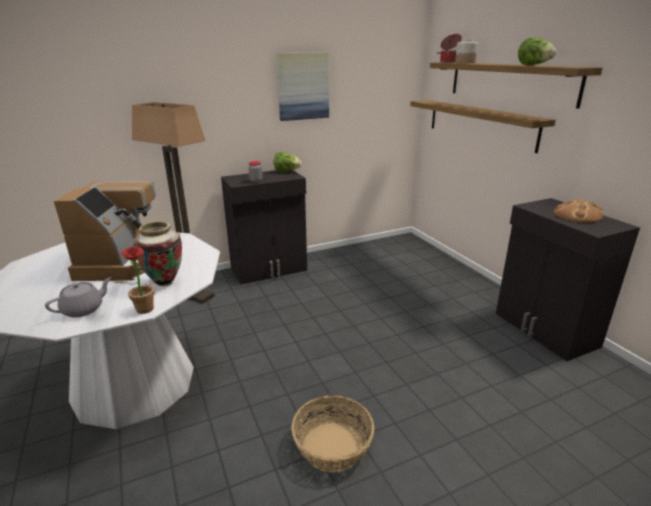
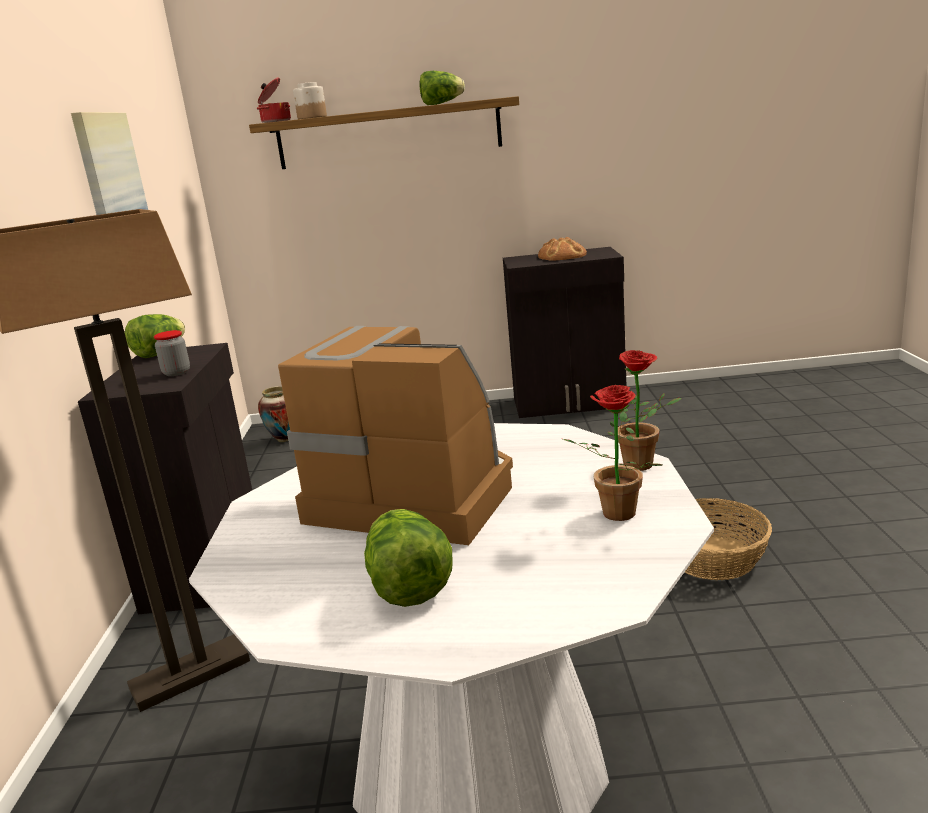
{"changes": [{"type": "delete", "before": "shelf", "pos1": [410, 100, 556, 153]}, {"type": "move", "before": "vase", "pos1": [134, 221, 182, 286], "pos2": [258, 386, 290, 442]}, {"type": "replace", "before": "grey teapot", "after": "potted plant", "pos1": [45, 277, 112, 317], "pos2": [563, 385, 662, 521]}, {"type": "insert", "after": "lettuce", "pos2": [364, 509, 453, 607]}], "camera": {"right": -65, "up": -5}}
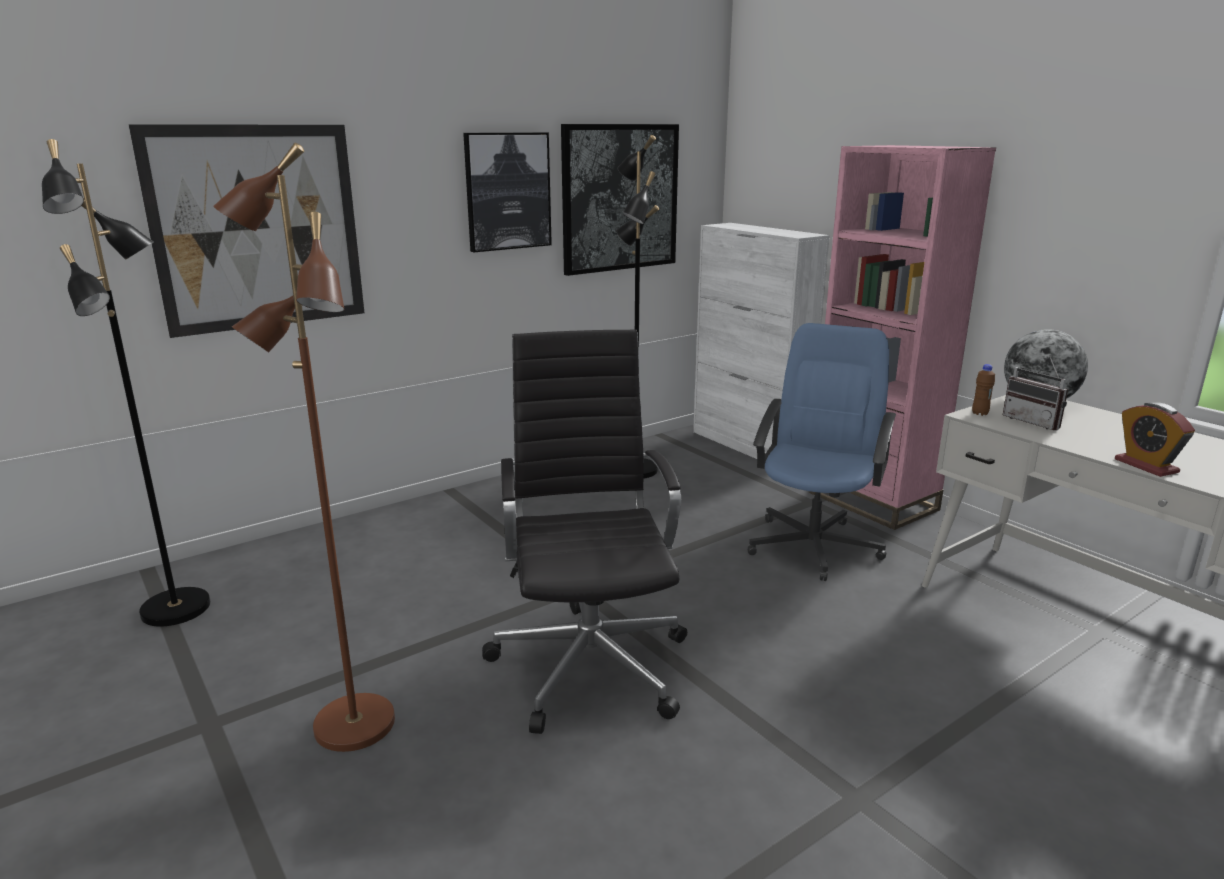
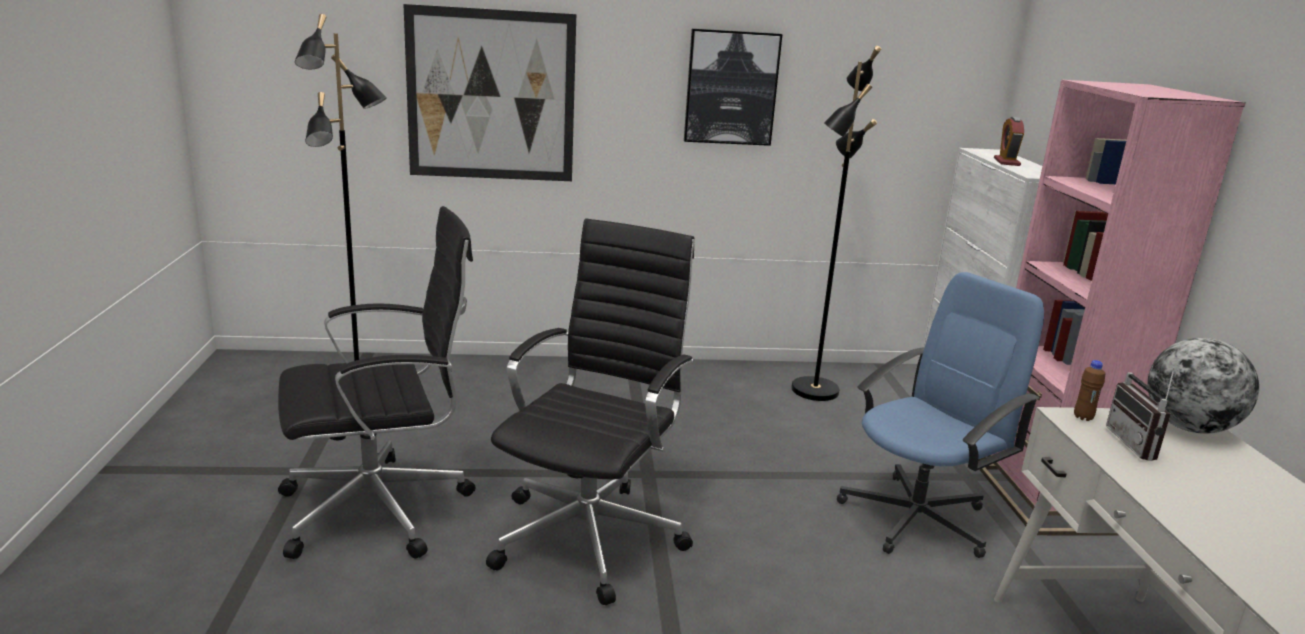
{"changes": [{"type": "delete", "before": "picture", "pos1": [561, 124, 679, 276]}, {"type": "replace", "before": "brown floor lamp", "after": "black office chair", "pos1": [213, 142, 395, 752], "pos2": [278, 206, 476, 559]}, {"type": "move", "before": "alarm clock", "pos1": [1115, 402, 1195, 477], "pos2": [994, 117, 1024, 166]}], "camera": {"right": 30, "up": 0}}
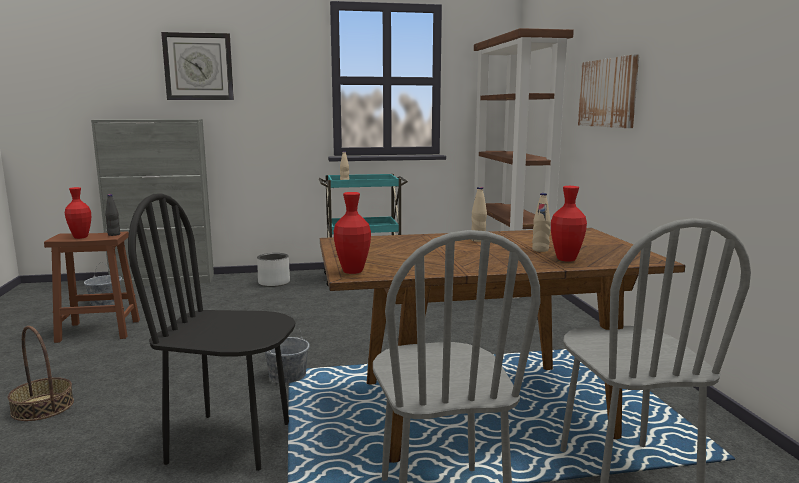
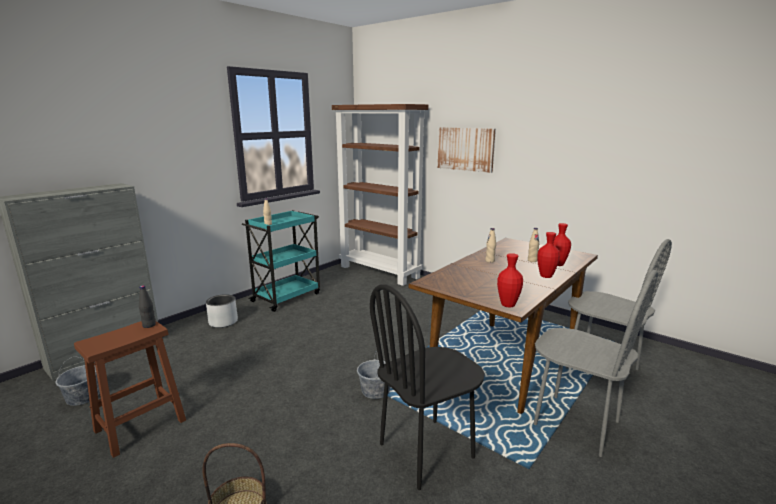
{"changes": [{"type": "delete", "before": "wall clock", "pos1": [161, 32, 234, 100]}, {"type": "move", "before": "red vase", "pos1": [65, 187, 91, 239], "pos2": [537, 232, 560, 278]}], "camera": {"right": -40, "up": 5}}
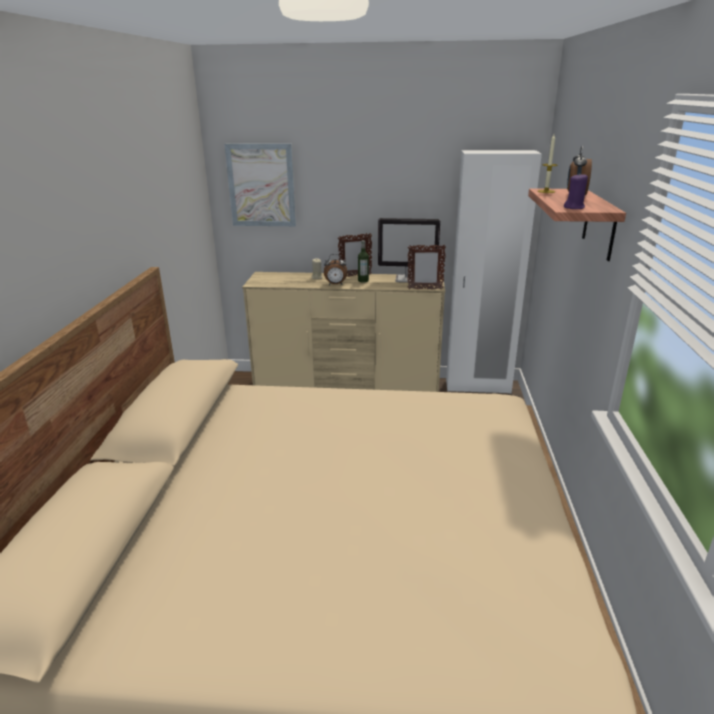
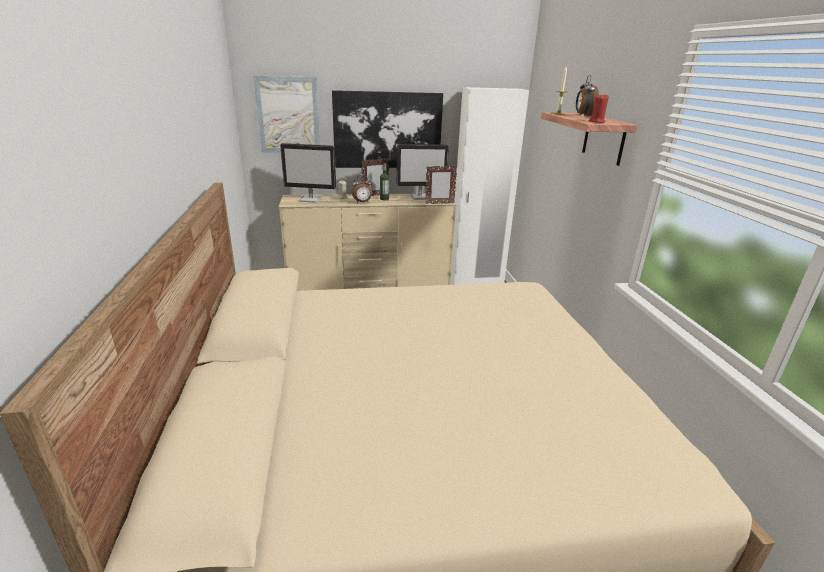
{"changes": [{"type": "recolor", "before": "purple candle", "after": "red candle", "pos1": [564, 173, 588, 209], "pos2": [589, 93, 609, 123]}, {"type": "insert", "after": "picture", "pos2": [332, 90, 443, 168]}, {"type": "insert", "after": "monitor", "pos2": [280, 143, 336, 203]}], "camera": {"right": -15, "up": 0}}
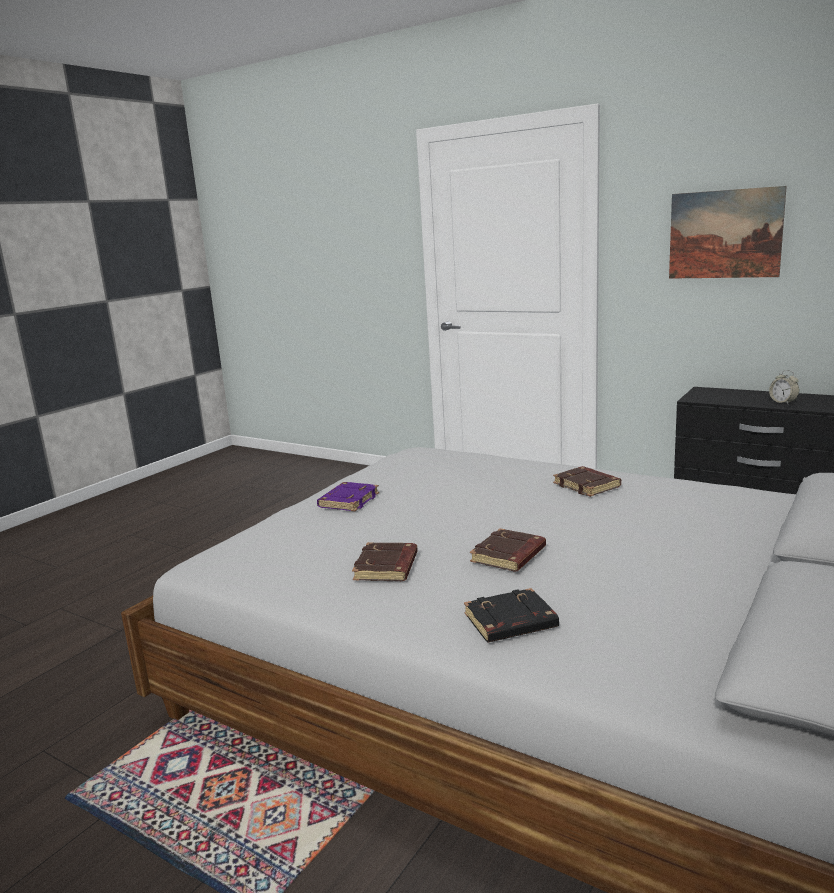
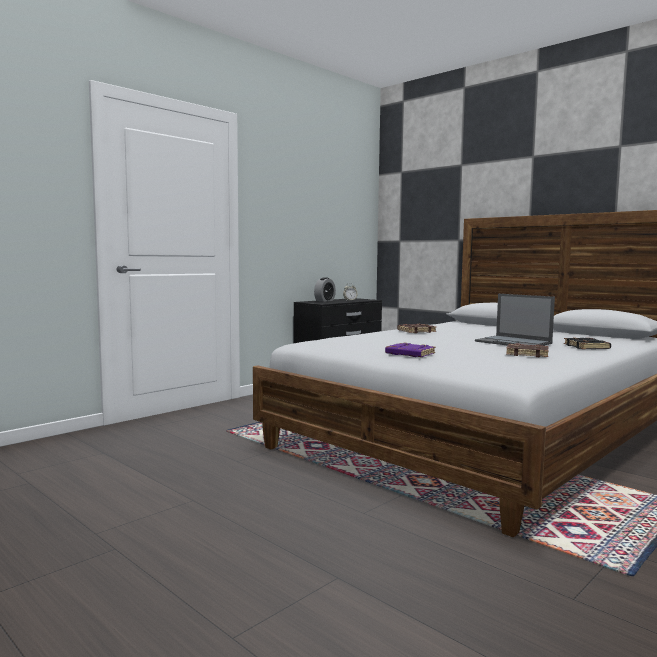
{"changes": [{"type": "delete", "before": "picture", "pos1": [669, 186, 787, 279]}, {"type": "replace", "before": "brown book", "after": "laptop", "pos1": [470, 528, 546, 571], "pos2": [475, 294, 555, 346]}, {"type": "insert", "after": "alarm clock", "pos2": [314, 277, 336, 302]}], "camera": {"right": -80, "up": -10}}
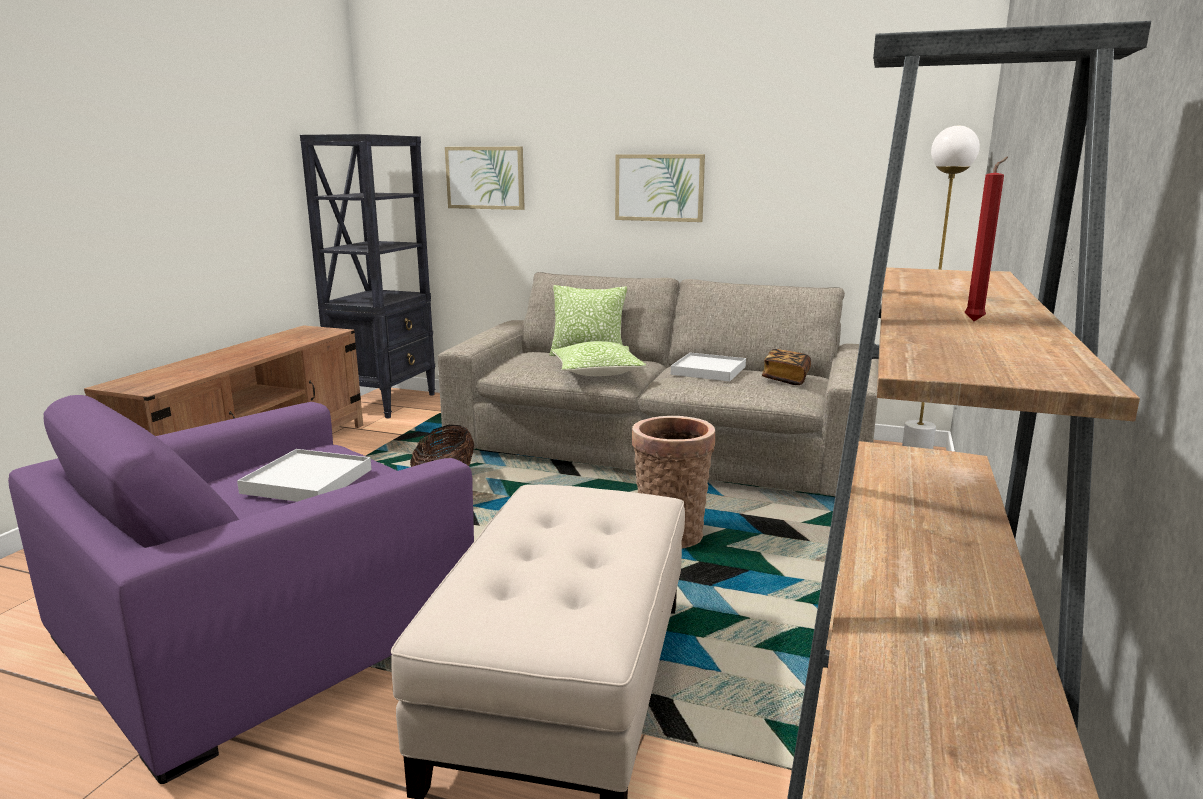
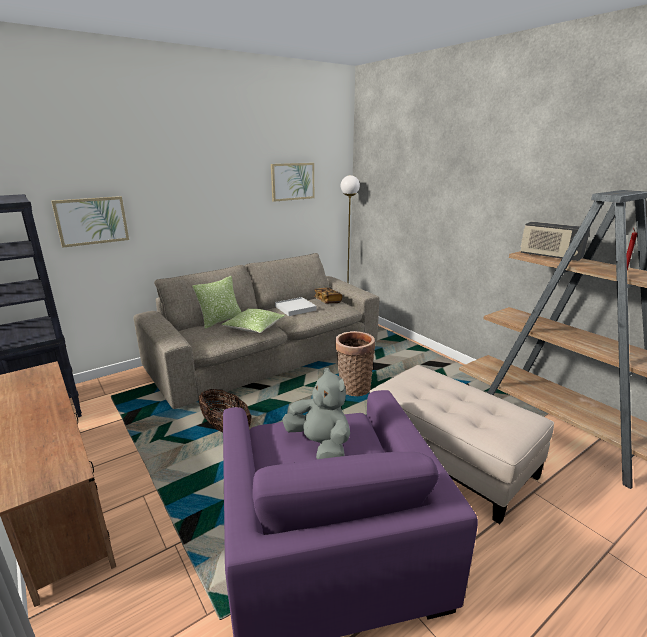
{"changes": [{"type": "move", "before": "picture", "pos1": [615, 154, 705, 222], "pos2": [271, 163, 314, 202]}, {"type": "replace", "before": "white tray", "after": "grey plush toy", "pos1": [237, 449, 372, 502], "pos2": [282, 368, 350, 459]}, {"type": "insert", "after": "radio", "pos2": [521, 221, 590, 261]}], "camera": {"right": -55, "up": 5}}
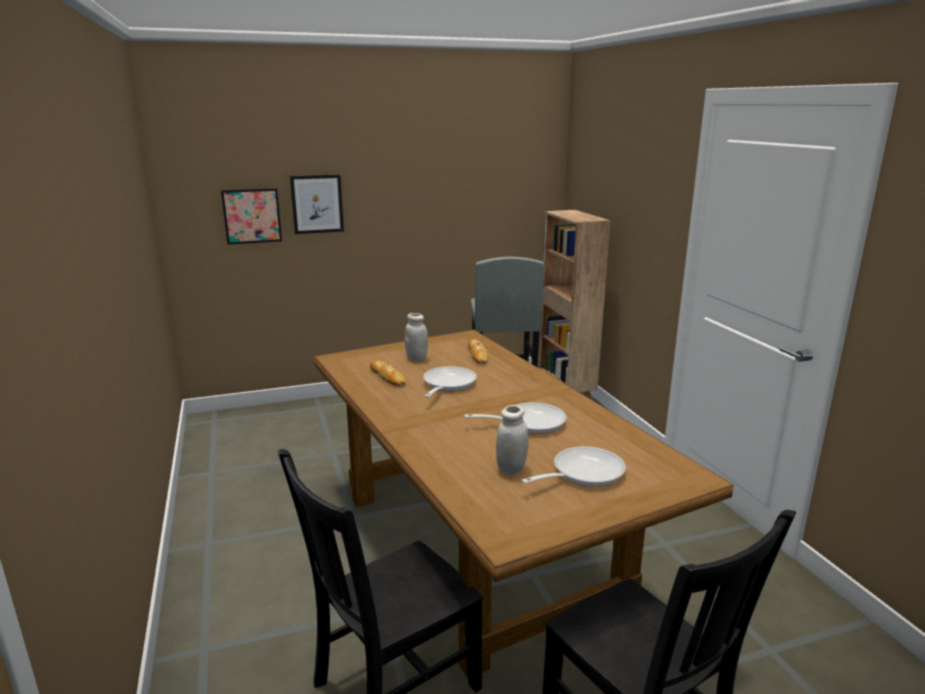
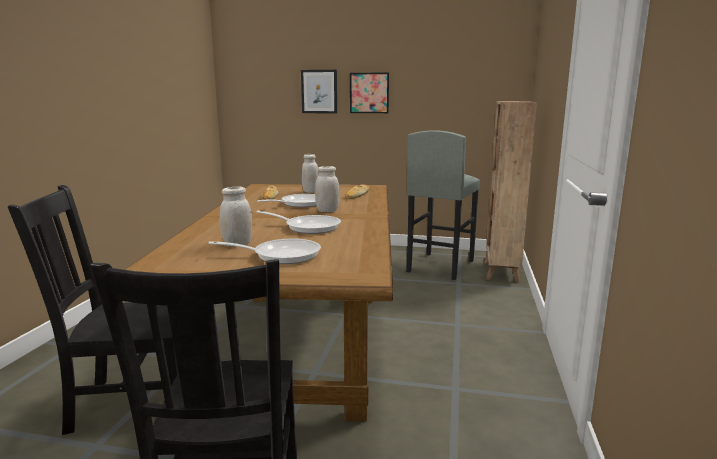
{"changes": [{"type": "move", "before": "picture", "pos1": [221, 188, 282, 245], "pos2": [350, 72, 389, 113]}, {"type": "insert", "after": "white jar", "pos2": [315, 166, 339, 212]}], "camera": {"right": 30, "up": -5}}
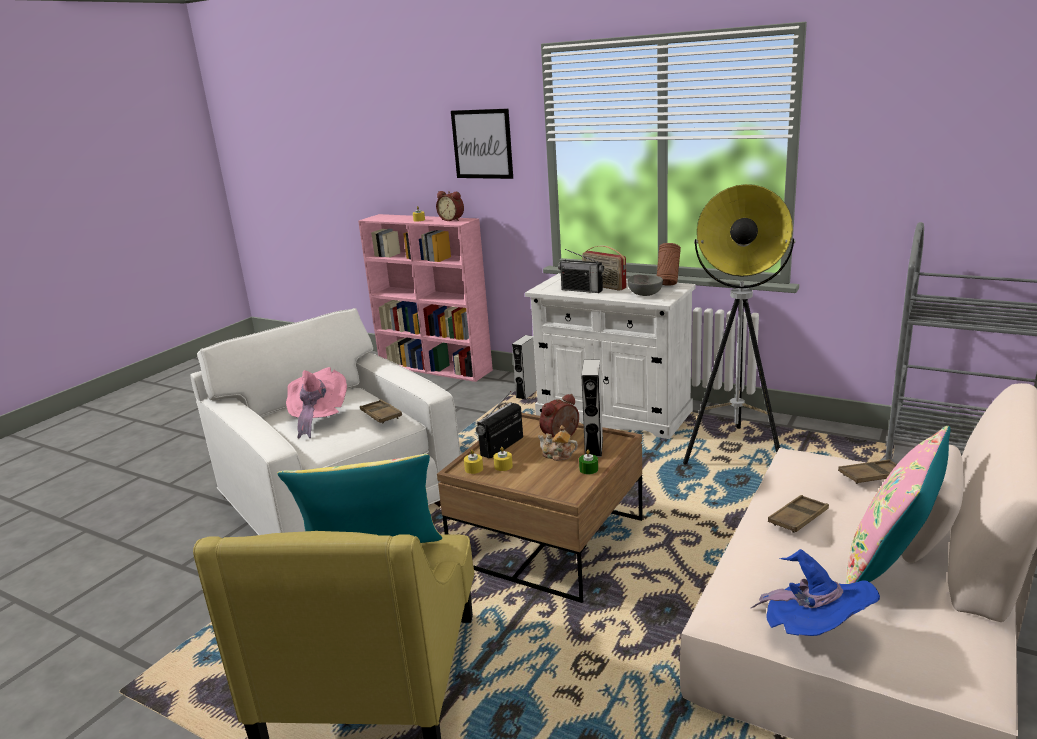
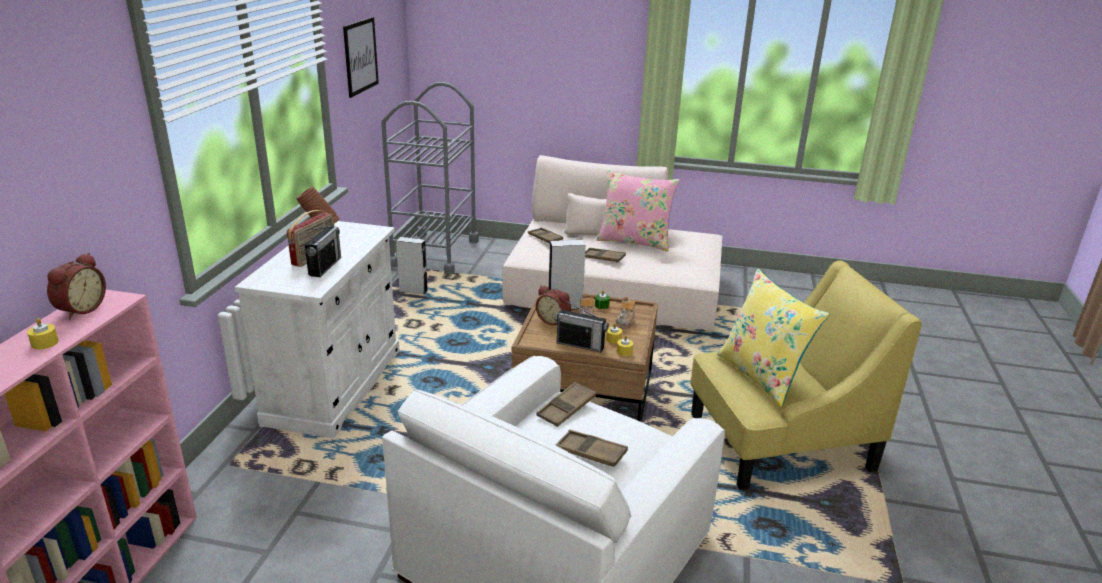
{"changes": [{"type": "move", "before": "picture", "pos1": [451, 109, 513, 179], "pos2": [343, 17, 379, 98]}, {"type": "delete", "before": "floor lamp", "pos1": [683, 184, 795, 464]}, {"type": "delete", "before": "grey bowl", "pos1": [627, 274, 663, 296]}, {"type": "move", "before": "grey speaker", "pos1": [512, 335, 537, 399], "pos2": [396, 237, 428, 295]}, {"type": "replace", "before": "pink hat", "after": "brown tray", "pos1": [286, 367, 347, 439], "pos2": [556, 430, 628, 467]}, {"type": "delete", "before": "blue hat", "pos1": [751, 549, 880, 636]}, {"type": "insert", "after": "teapot", "pos2": [616, 296, 635, 328]}], "camera": {"right": -110, "up": 5}}
